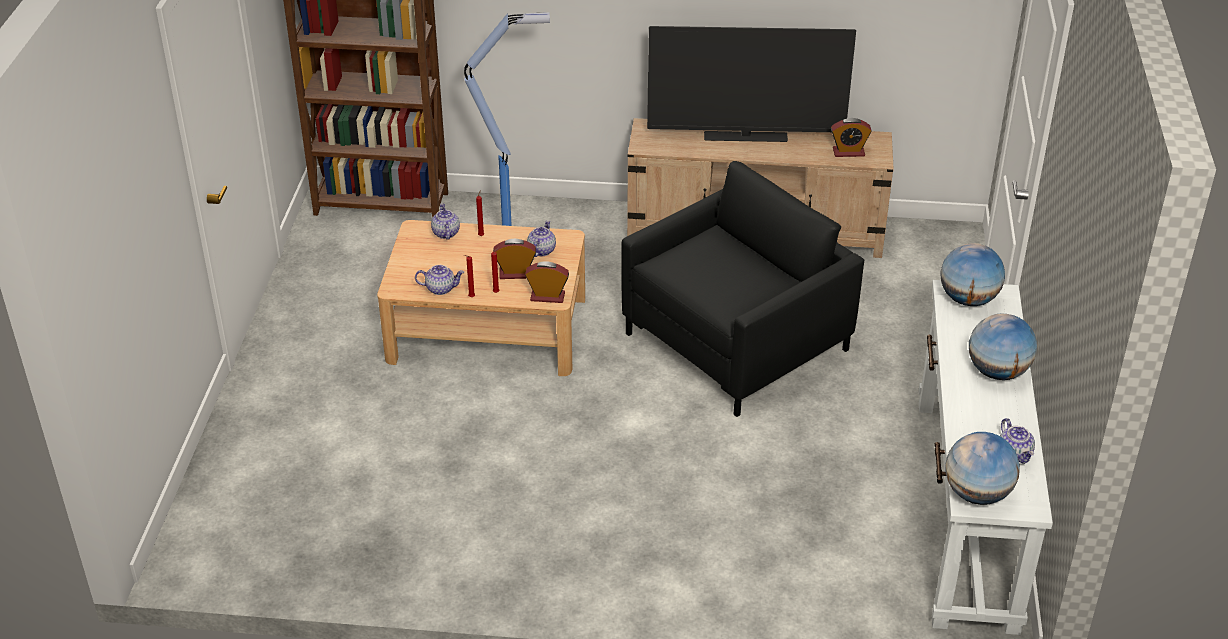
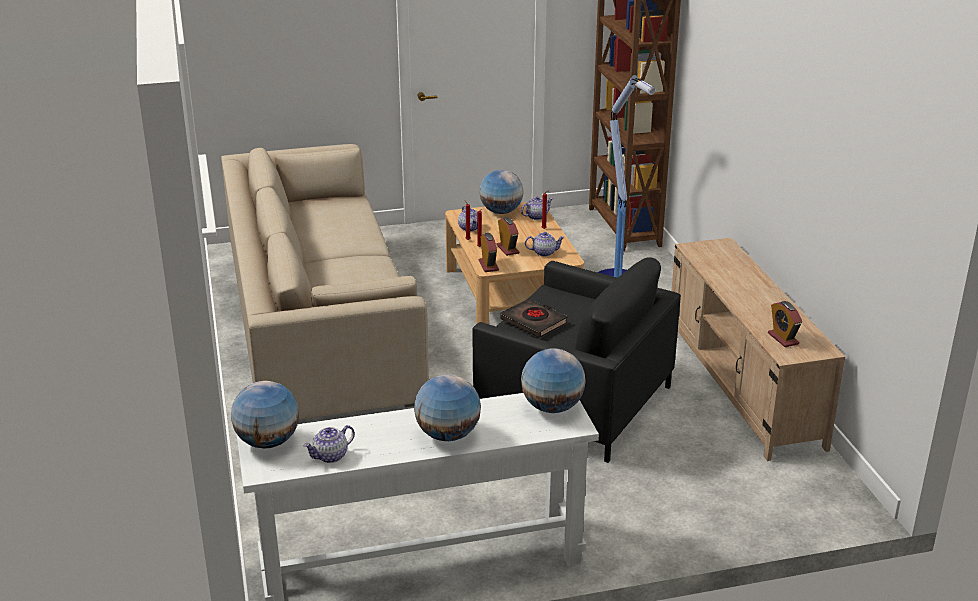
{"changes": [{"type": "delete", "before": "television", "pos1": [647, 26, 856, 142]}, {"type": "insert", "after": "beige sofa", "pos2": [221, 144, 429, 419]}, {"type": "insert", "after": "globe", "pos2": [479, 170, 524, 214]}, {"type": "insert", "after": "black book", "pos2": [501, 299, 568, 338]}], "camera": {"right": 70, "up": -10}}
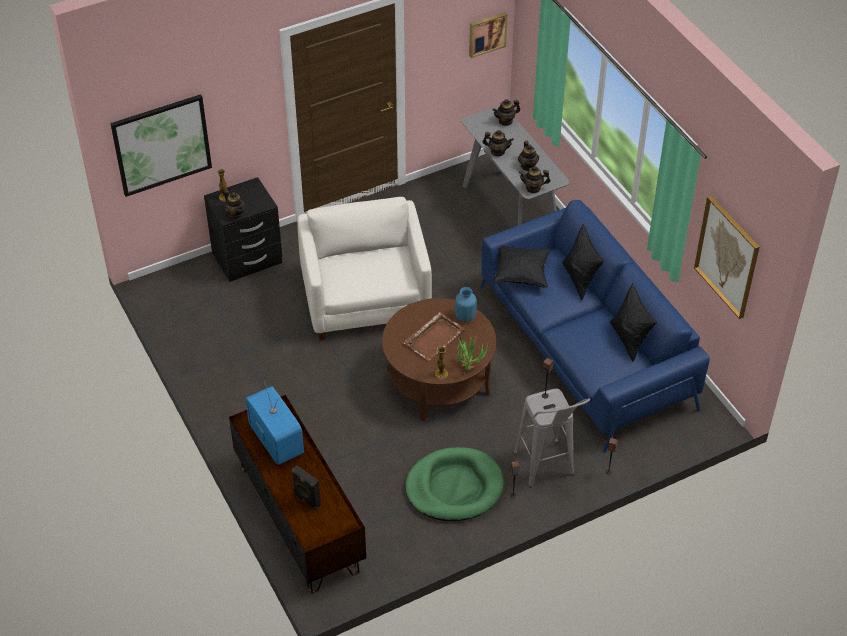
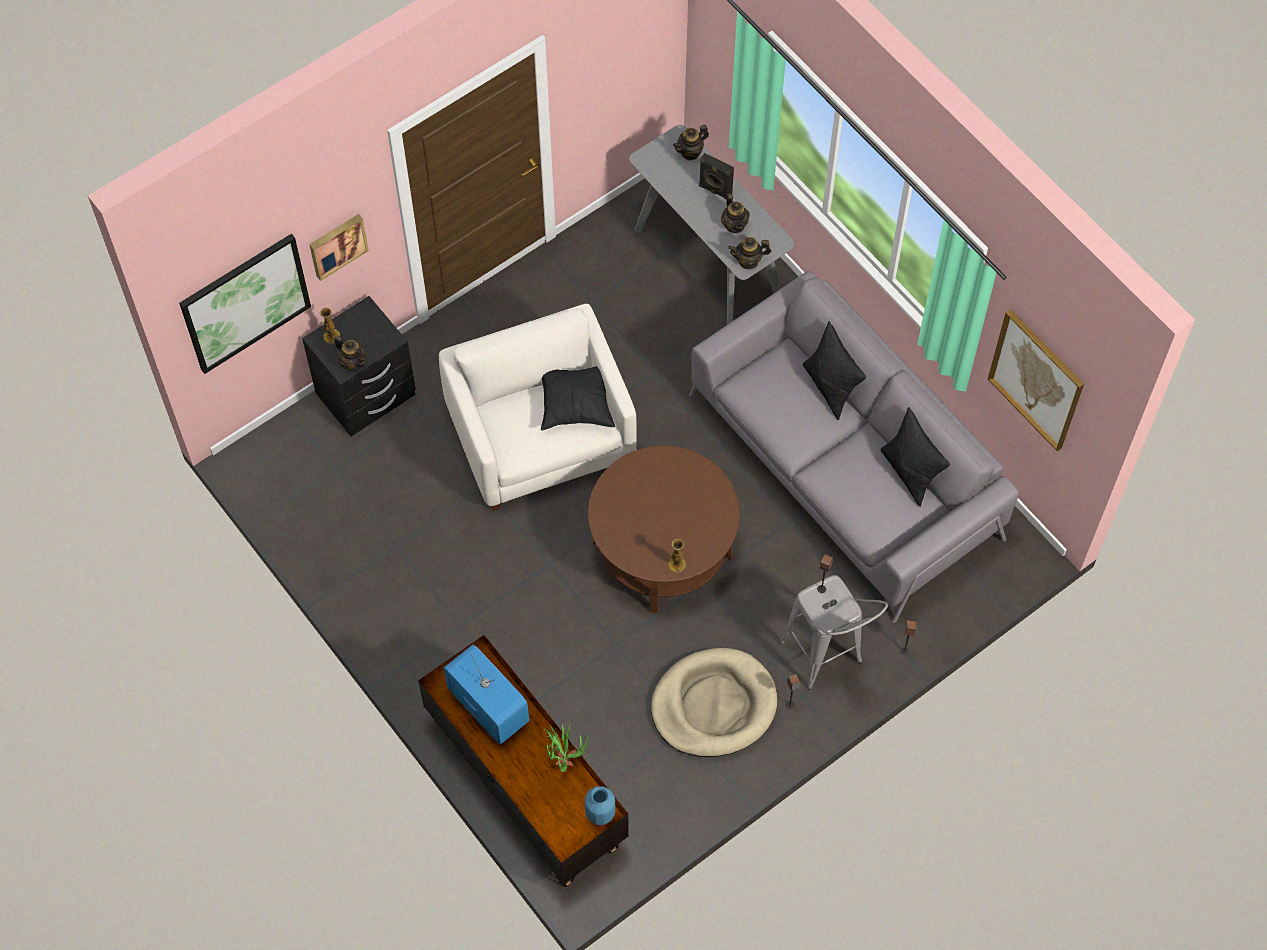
{"changes": [{"type": "move", "before": "picture", "pos1": [469, 12, 508, 58], "pos2": [309, 214, 369, 281]}, {"type": "delete", "before": "teapot", "pos1": [483, 130, 514, 156]}, {"type": "recolor", "before": "blue sofa", "after": "grey sofa", "pos1": [480, 200, 710, 453], "pos2": [689, 271, 1019, 623]}, {"type": "move", "before": "black pillow", "pos1": [493, 245, 551, 288], "pos2": [541, 366, 615, 430]}, {"type": "move", "before": "blue vase", "pos1": [455, 287, 477, 322], "pos2": [585, 787, 615, 825]}, {"type": "delete", "before": "brown tray", "pos1": [403, 312, 465, 361]}, {"type": "move", "before": "potted plant", "pos1": [457, 335, 488, 371], "pos2": [544, 725, 589, 772]}, {"type": "recolor", "before": "green dog bed", "after": "beige dog bed", "pos1": [405, 447, 504, 521], "pos2": [651, 648, 777, 757]}, {"type": "move", "before": "black speaker", "pos1": [292, 465, 321, 510], "pos2": [699, 153, 734, 199]}], "camera": {"right": -10, "up": 15}}
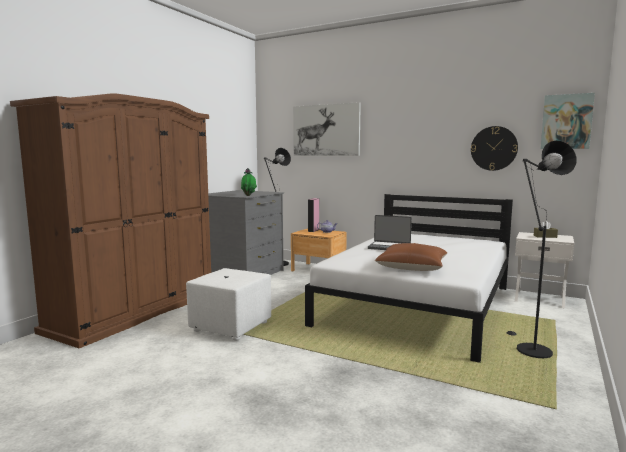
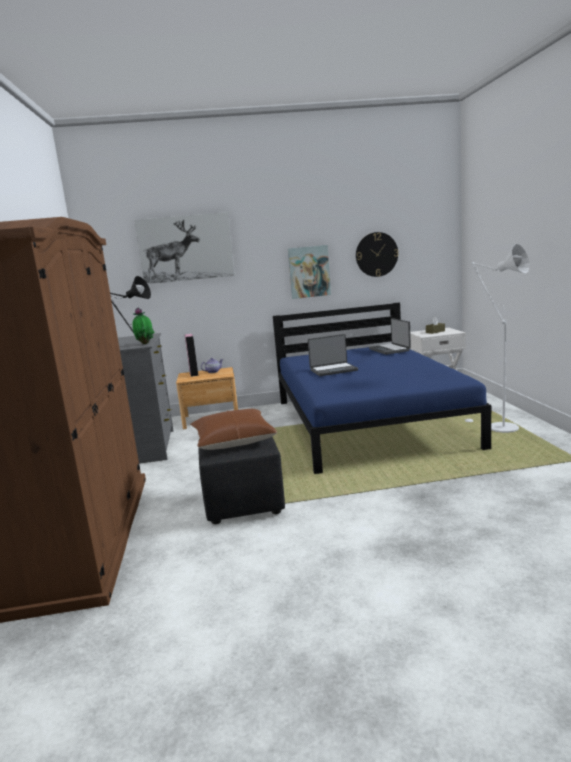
{"changes": [{"type": "move", "before": "picture", "pos1": [541, 93, 595, 149], "pos2": [288, 245, 331, 299]}, {"type": "recolor", "before": "black floor lamp", "after": "white floor lamp", "pos1": [507, 140, 577, 358], "pos2": [465, 244, 530, 433]}, {"type": "recolor", "before": "white bed", "after": "blue bed", "pos1": [305, 194, 513, 363], "pos2": [273, 302, 491, 474]}, {"type": "move", "before": "brown pillow", "pos1": [375, 243, 447, 271], "pos2": [190, 409, 277, 450]}, {"type": "recolor", "before": "white ottoman", "after": "black ottoman", "pos1": [186, 268, 271, 341], "pos2": [199, 437, 285, 524]}, {"type": "insert", "after": "laptop", "pos2": [369, 318, 411, 355]}], "camera": {"right": -35, "up": 5}}
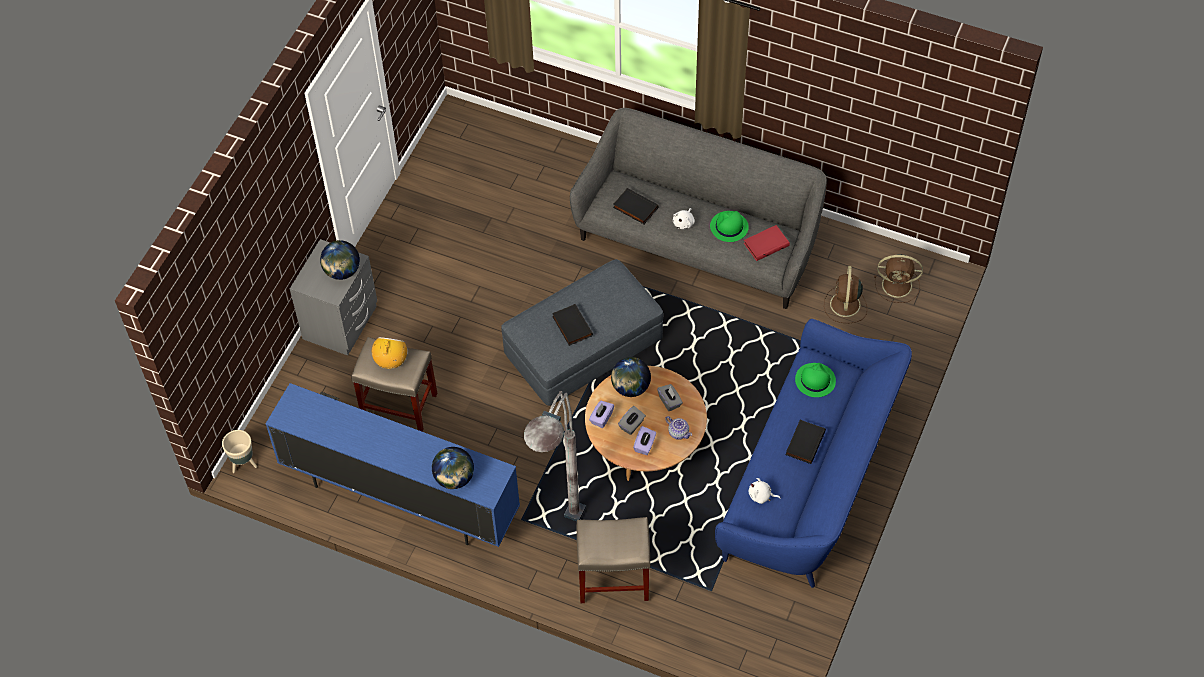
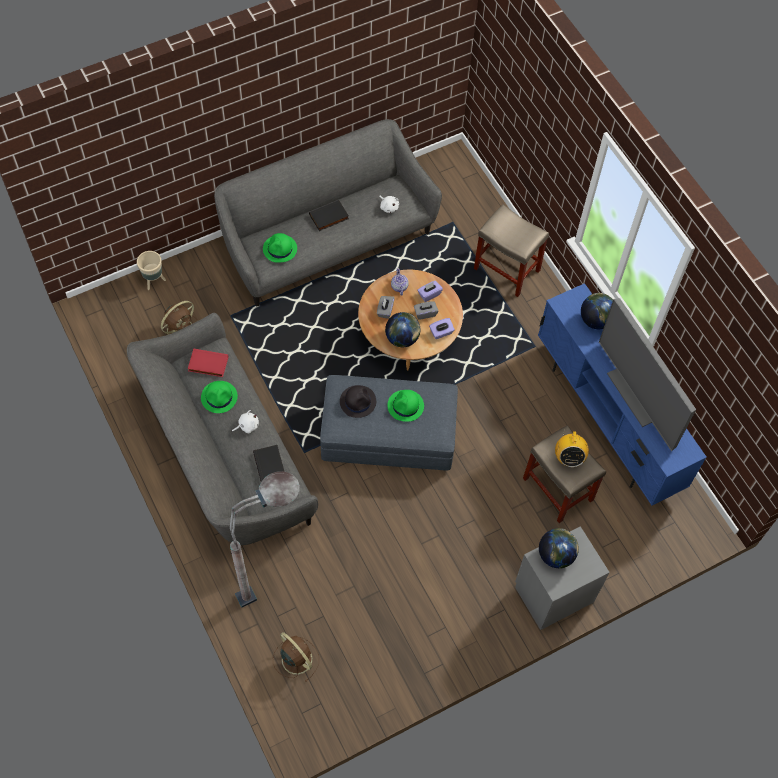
{"changes": [{"type": "move", "before": "brown fan", "pos1": [874, 254, 923, 303], "pos2": [273, 632, 319, 682]}, {"type": "replace", "before": "black book", "after": "green hat", "pos1": [552, 304, 593, 346], "pos2": [387, 390, 424, 422]}, {"type": "recolor", "before": "blue sofa", "after": "grey sofa", "pos1": [715, 319, 912, 588], "pos2": [214, 119, 442, 306]}, {"type": "rotate", "before": "radio", "pos1": [372, 337, 407, 369], "pos2": [555, 428, 589, 467], "turn": -45}, {"type": "move", "before": "grey floor lamp", "pos1": [524, 391, 586, 521], "pos2": [230, 471, 300, 608]}, {"type": "move", "before": "beige planter", "pos1": [222, 430, 257, 473], "pos2": [137, 251, 166, 290]}, {"type": "insert", "after": "television", "pos2": [599, 298, 696, 451]}, {"type": "insert", "after": "black hat", "pos2": [340, 385, 376, 418]}], "camera": {"right": -145, "up": 5}}
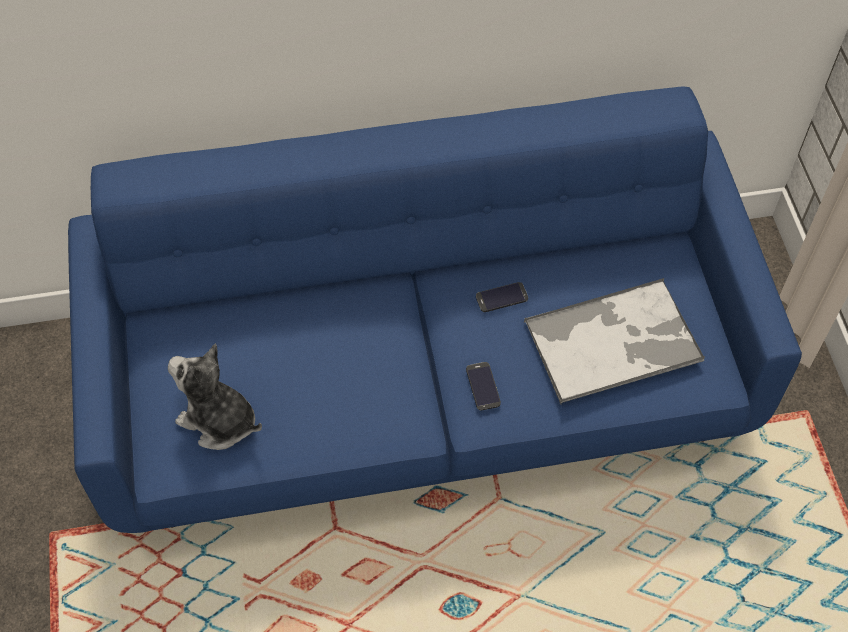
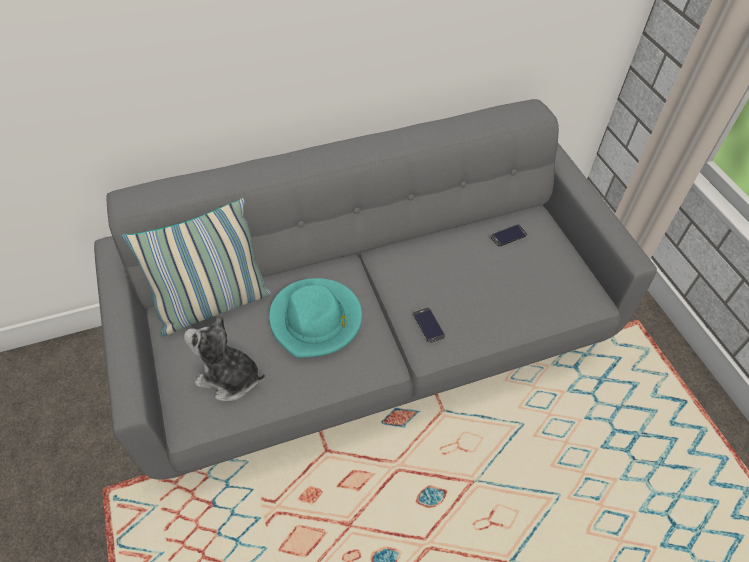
{"changes": [{"type": "recolor", "before": "blue sofa", "after": "grey sofa", "pos1": [68, 86, 802, 533], "pos2": [94, 99, 657, 480]}, {"type": "delete", "before": "tray", "pos1": [524, 278, 705, 404]}, {"type": "move", "before": "phone", "pos1": [476, 282, 528, 312], "pos2": [491, 224, 527, 247]}, {"type": "insert", "after": "pillow", "pos2": [121, 198, 272, 336]}, {"type": "insert", "after": "turquoise hat", "pos2": [269, 278, 362, 358]}], "camera": {"right": -10, "up": -5}}
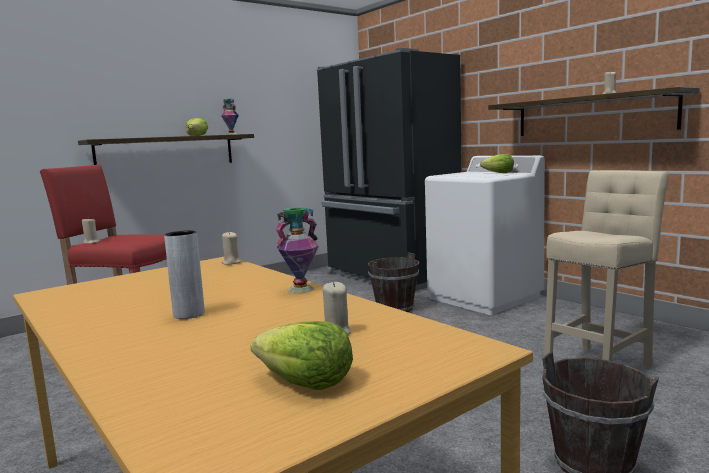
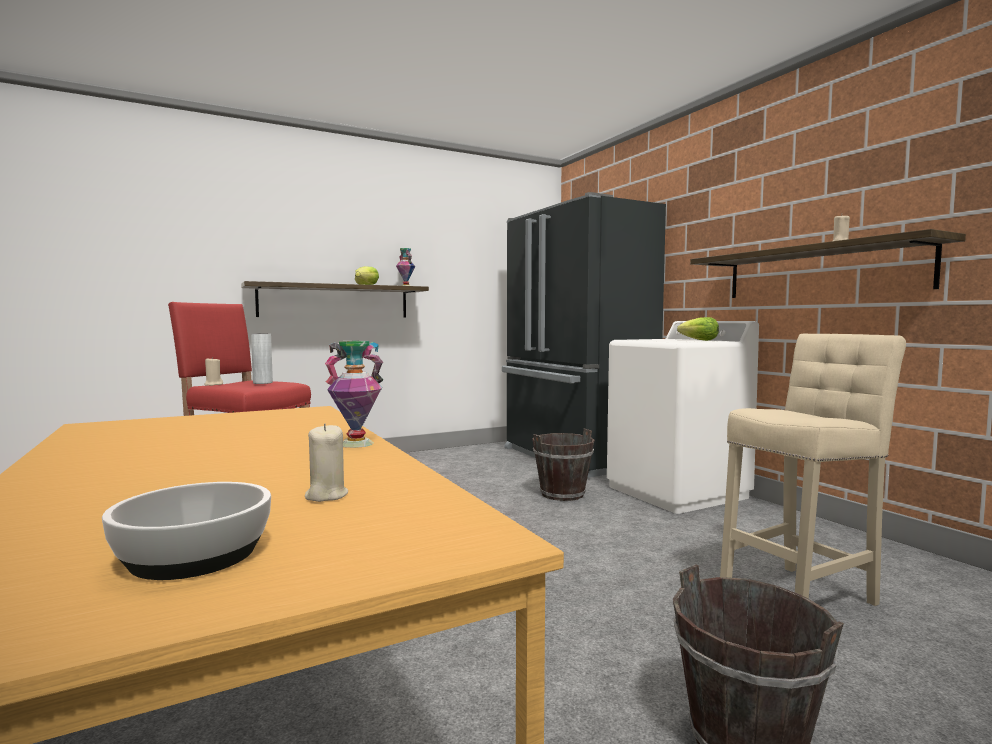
{"changes": [{"type": "move", "before": "grey vase", "pos1": [164, 230, 205, 319], "pos2": [251, 333, 273, 384]}, {"type": "delete", "before": "beige candle", "pos1": [221, 232, 241, 265]}, {"type": "replace", "before": "lettuce", "after": "bowl", "pos1": [251, 321, 353, 390], "pos2": [102, 482, 271, 580]}], "camera": {"right": 10, "up": -5}}
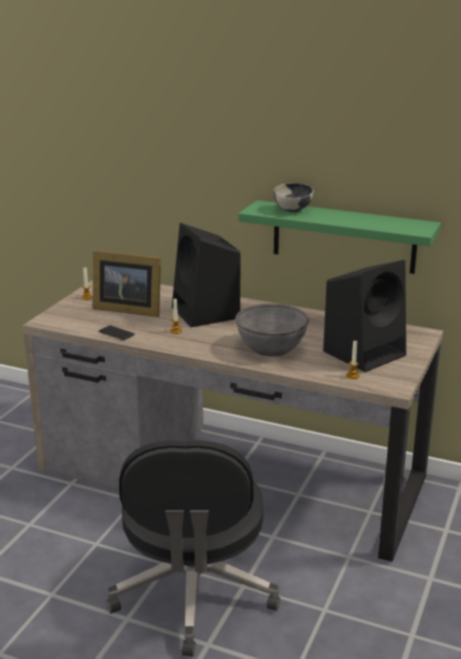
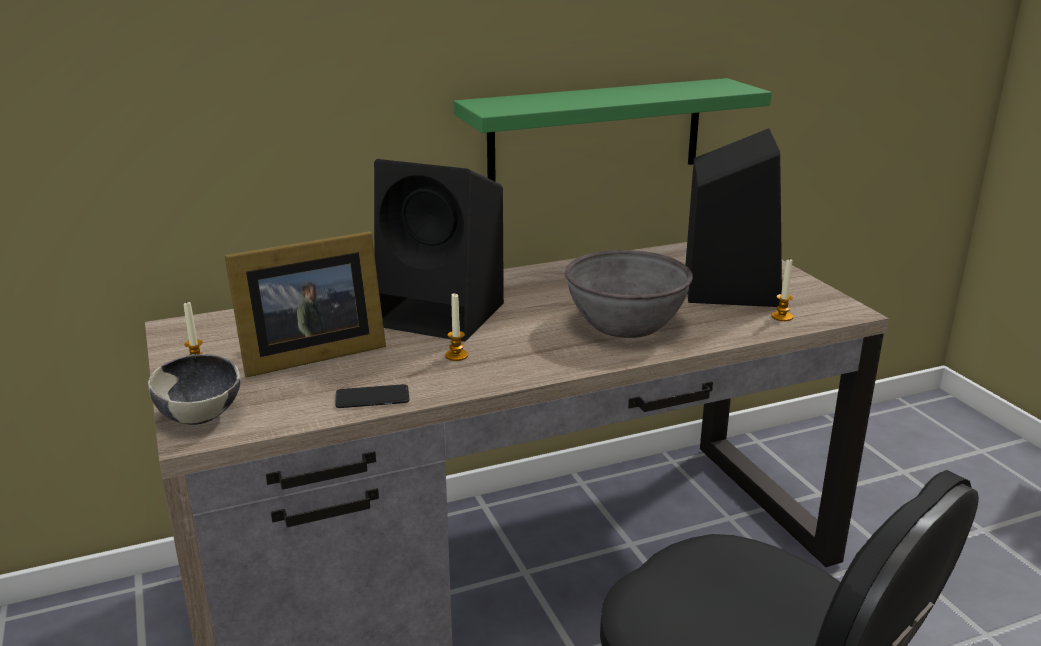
{"changes": [{"type": "move", "before": "bowl", "pos1": [273, 183, 314, 212], "pos2": [148, 354, 241, 425]}], "camera": {"right": -45, "up": 0}}
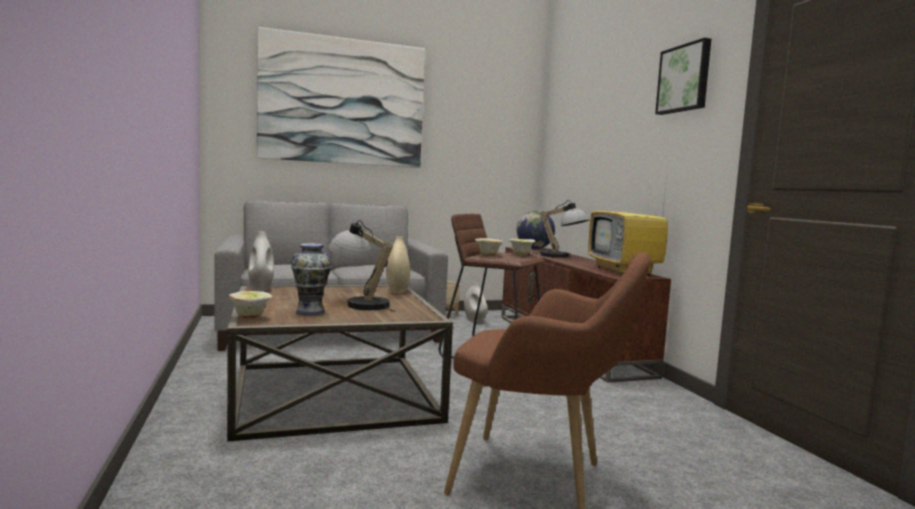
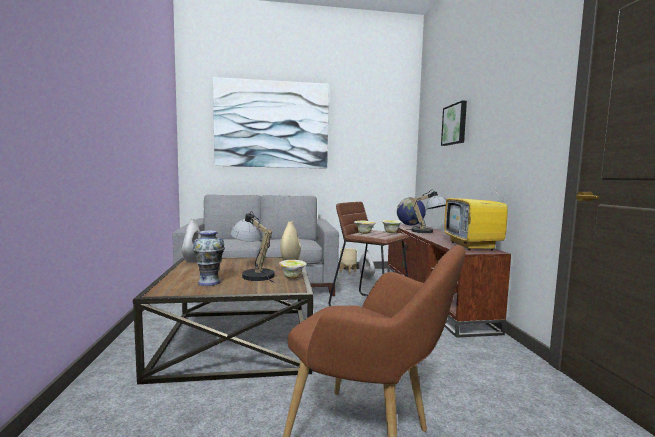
{"changes": [{"type": "move", "before": "picture", "pos1": [655, 38, 711, 115], "pos2": [441, 101, 467, 146]}, {"type": "move", "before": "bowl", "pos1": [229, 291, 272, 318], "pos2": [279, 260, 307, 279]}], "camera": {"right": 10, "up": 0}}
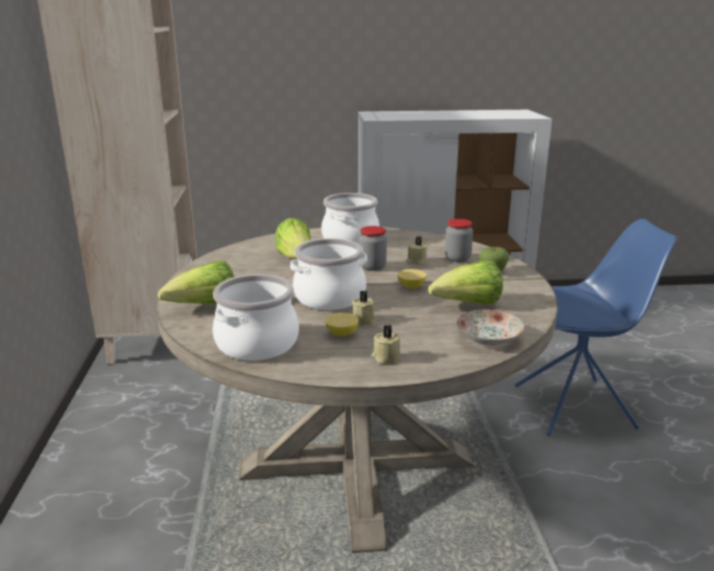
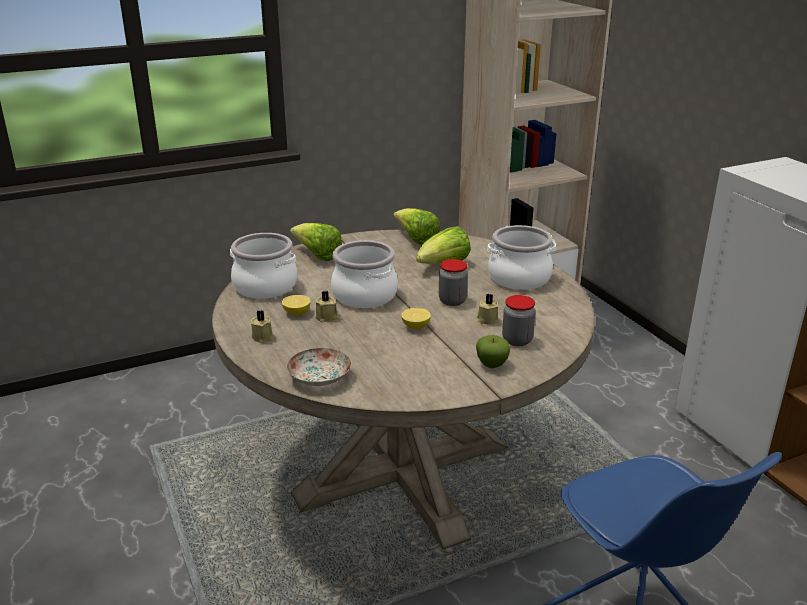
{"changes": [{"type": "move", "before": "lettuce", "pos1": [428, 260, 503, 305], "pos2": [393, 208, 440, 246]}], "camera": {"right": 70, "up": 5}}
